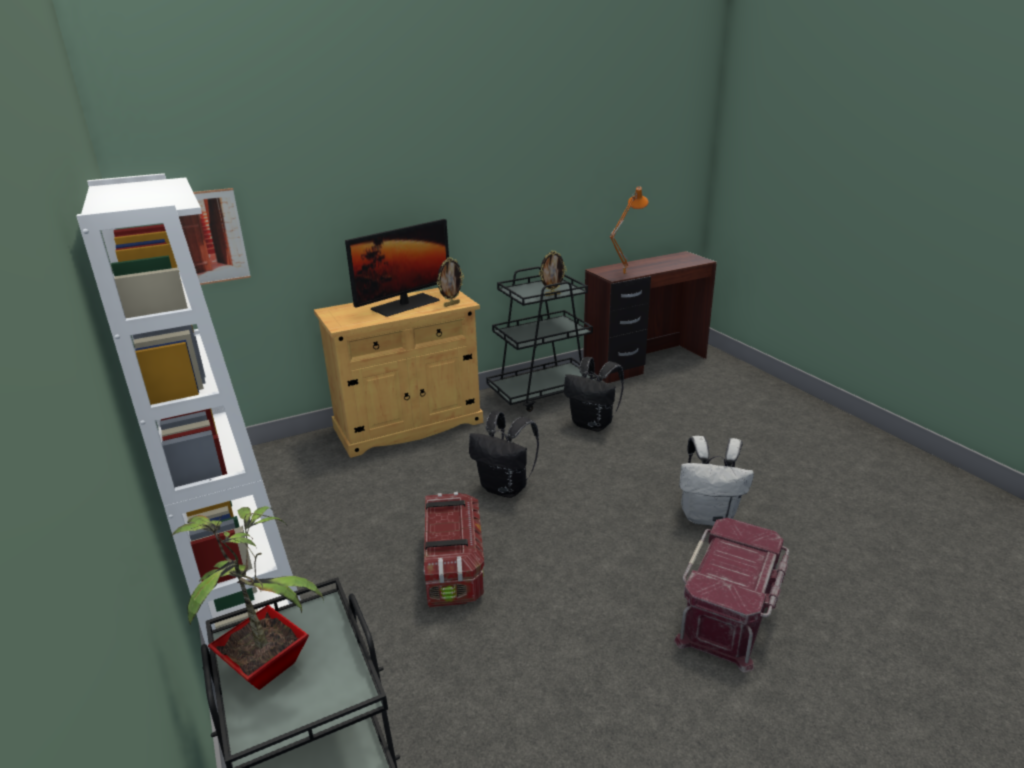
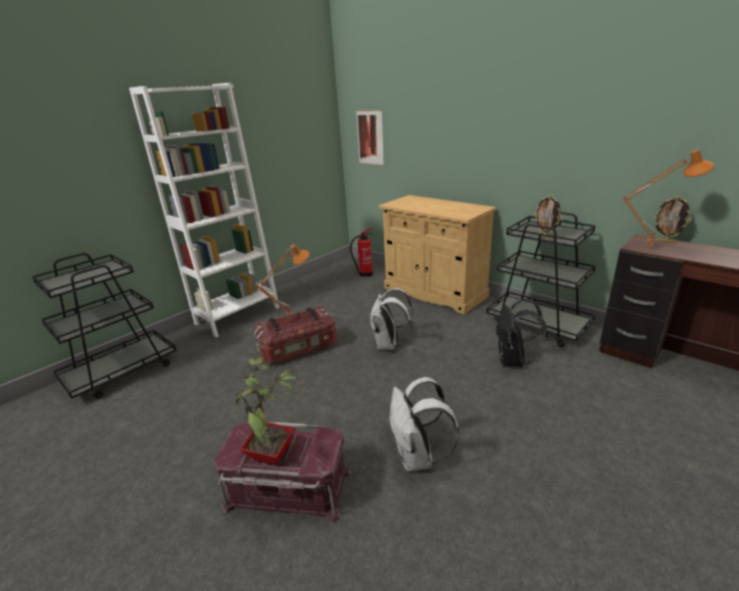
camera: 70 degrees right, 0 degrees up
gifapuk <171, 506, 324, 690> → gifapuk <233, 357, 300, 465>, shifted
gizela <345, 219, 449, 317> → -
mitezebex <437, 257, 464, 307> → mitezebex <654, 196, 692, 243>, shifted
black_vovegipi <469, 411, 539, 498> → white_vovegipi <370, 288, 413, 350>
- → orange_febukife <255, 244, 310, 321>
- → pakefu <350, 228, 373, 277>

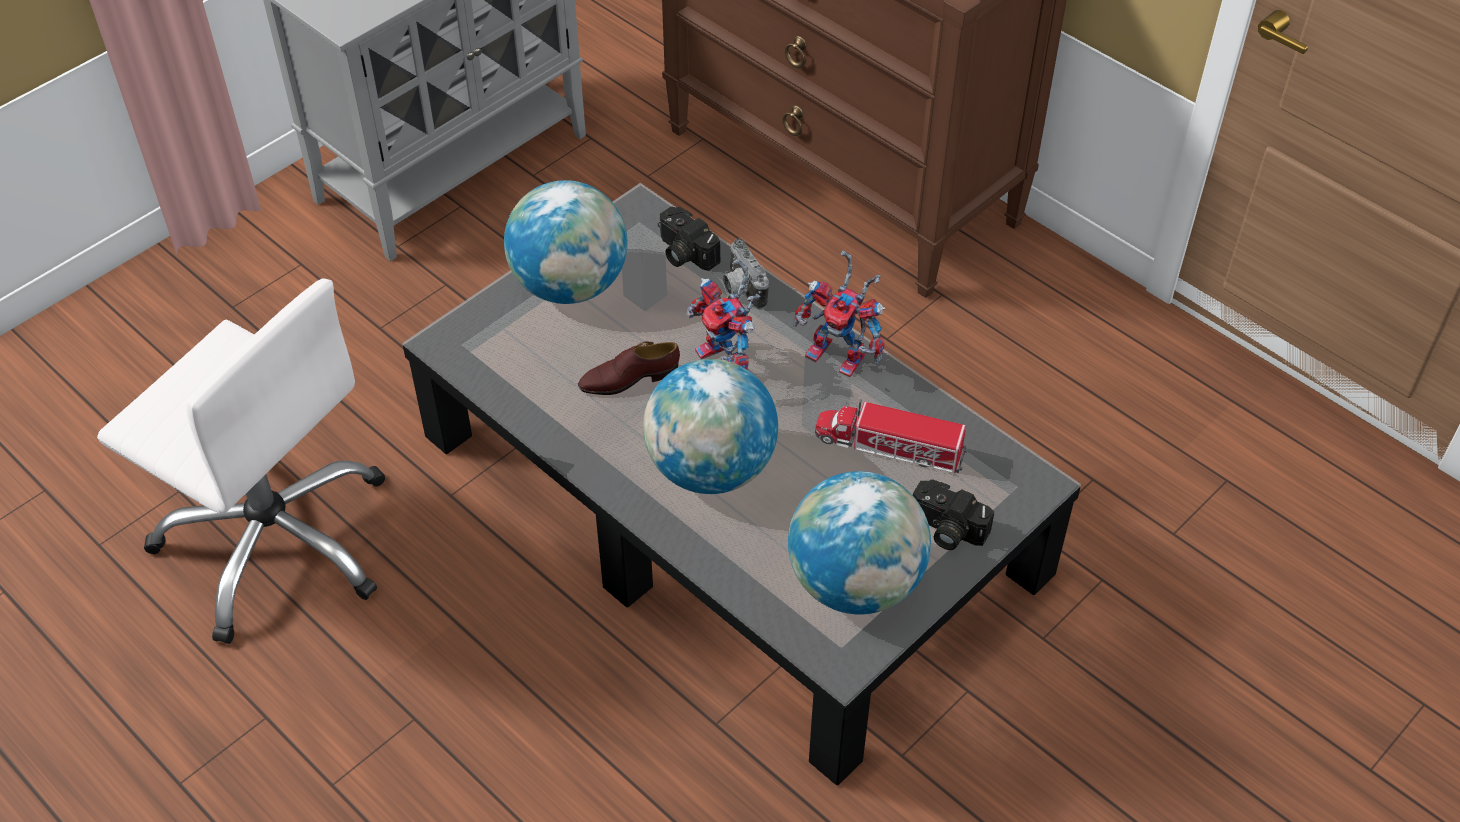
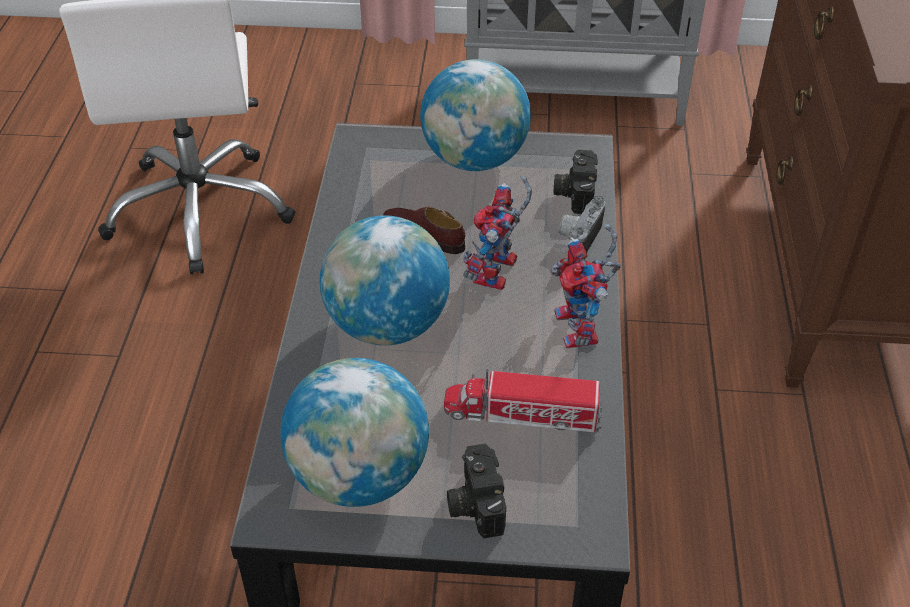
camera: 50 degrees right, 5 degrees down
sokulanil <815, 399, 968, 473> → sokulanil <444, 369, 603, 432>, 60 degrees counterclockwise

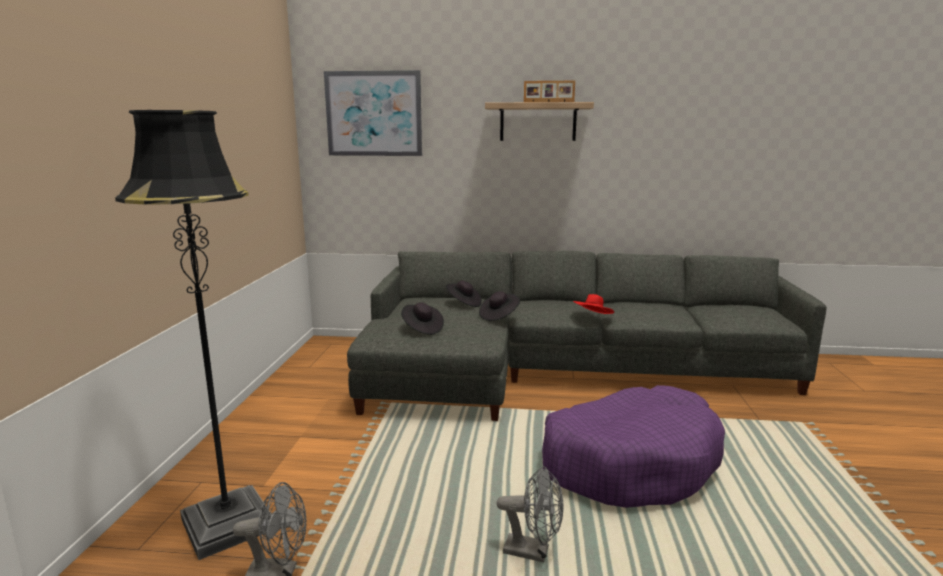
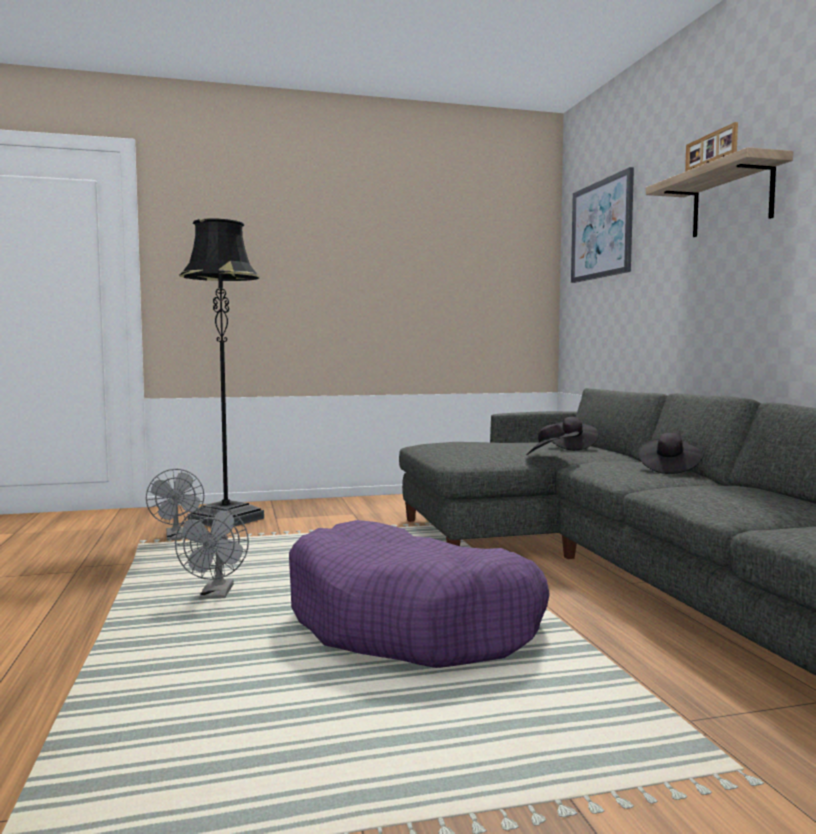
camera: 70 degrees right, 10 degrees down
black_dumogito <401, 302, 444, 335> → black_dumogito <638, 433, 704, 474>, shifted
red_dumogito <573, 294, 614, 314> → -

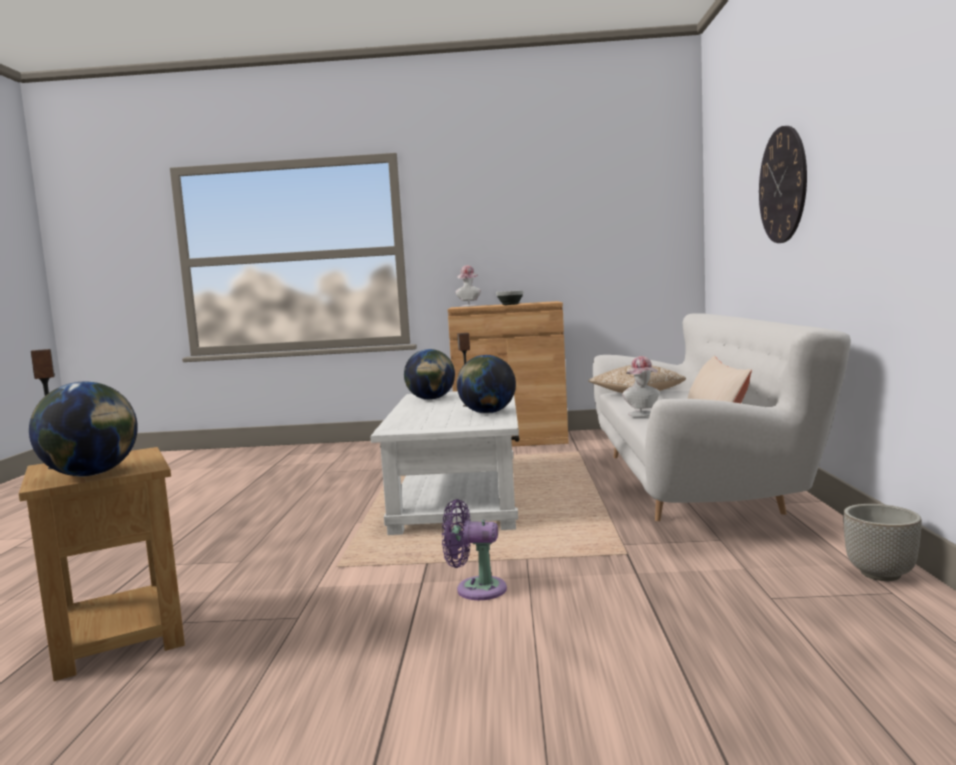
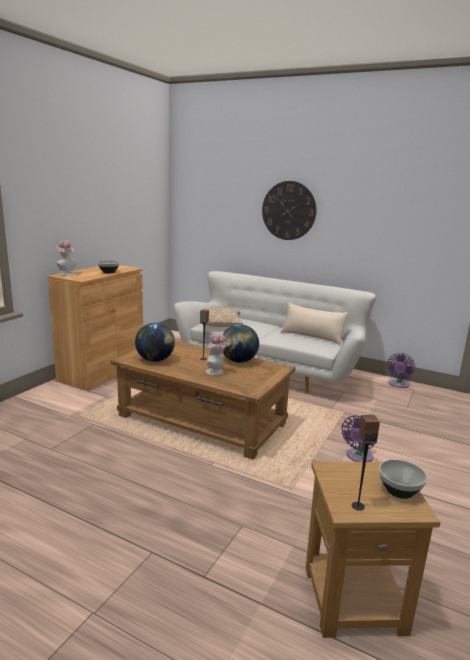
camera: 65 degrees left, 10 degrees up
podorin <29, 382, 138, 476> → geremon <379, 459, 427, 499>
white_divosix <370, 391, 519, 535> → brown_divosix <110, 340, 296, 460>
dumogito <622, 356, 660, 417> → dumogito <206, 334, 231, 376>, shifted
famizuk <843, 504, 922, 581> → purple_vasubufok <387, 353, 415, 388>

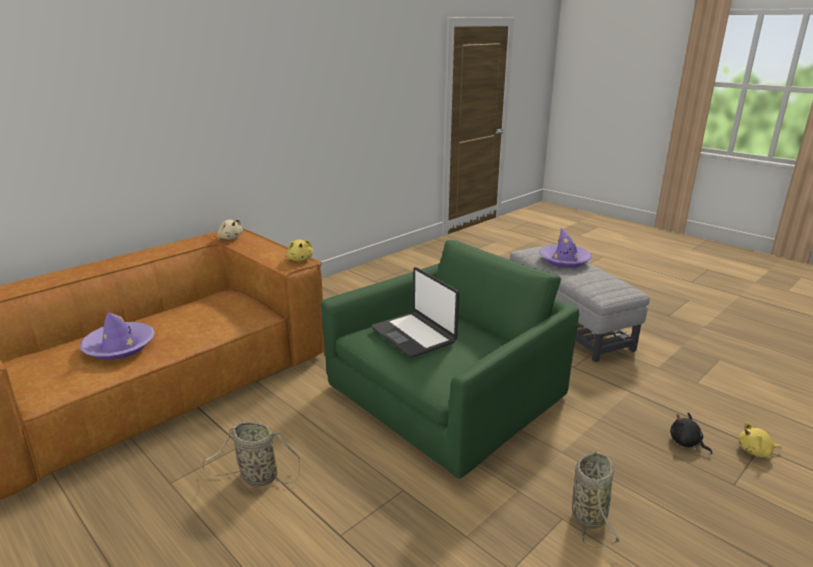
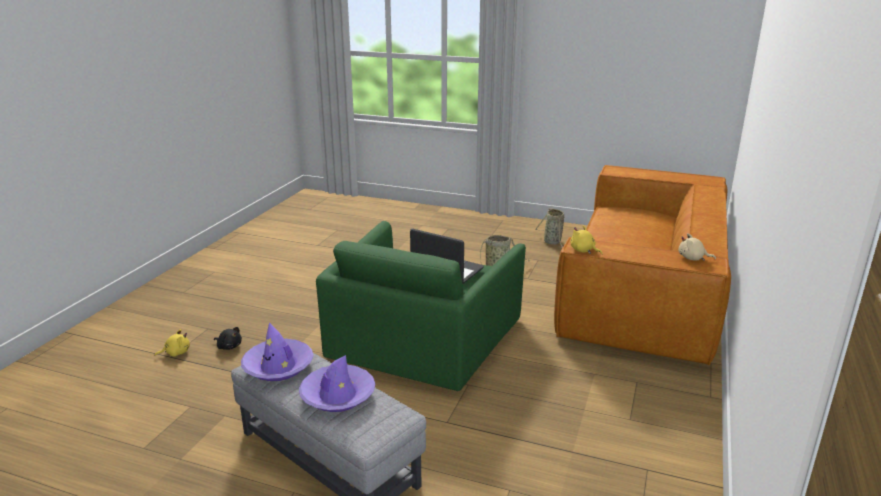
camera: 155 degrees right, 0 degrees up
purple_dumogito <80, 312, 155, 360> → purple_dumogito <241, 322, 313, 381>, shifted
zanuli <572, 451, 622, 547> → zanuli <535, 208, 564, 248>, shifted

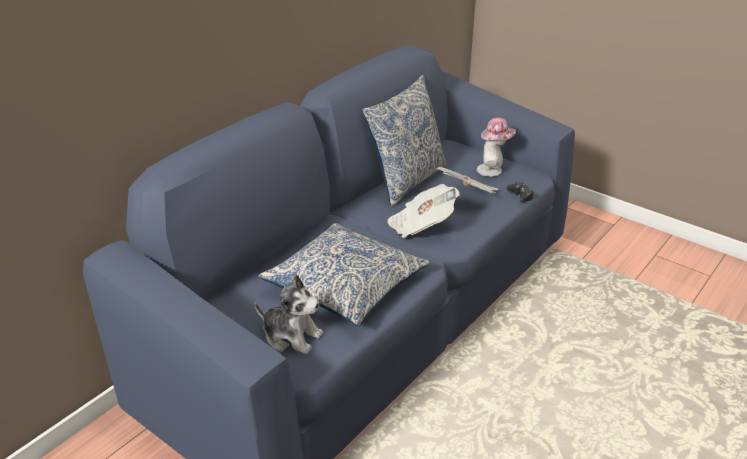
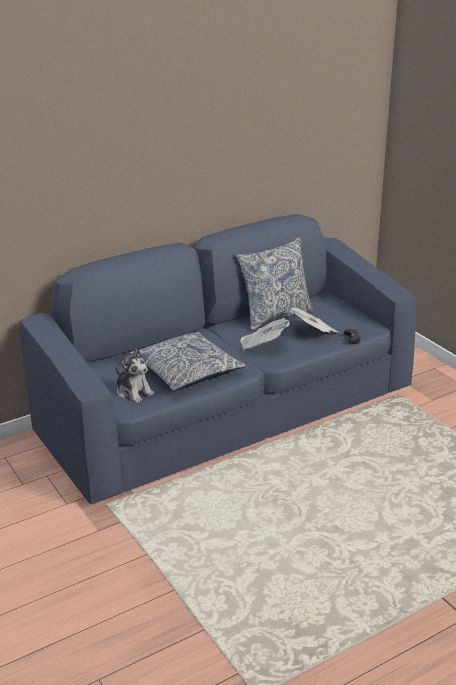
camera: 20 degrees right, 5 degrees down
dumogito <477, 118, 516, 177> → -

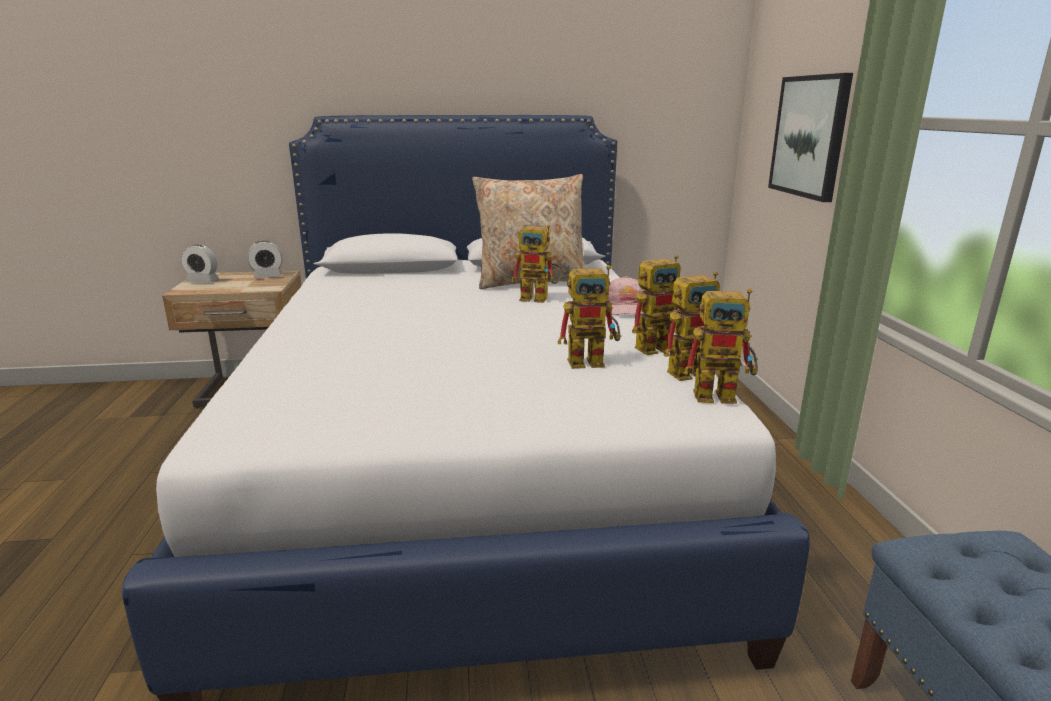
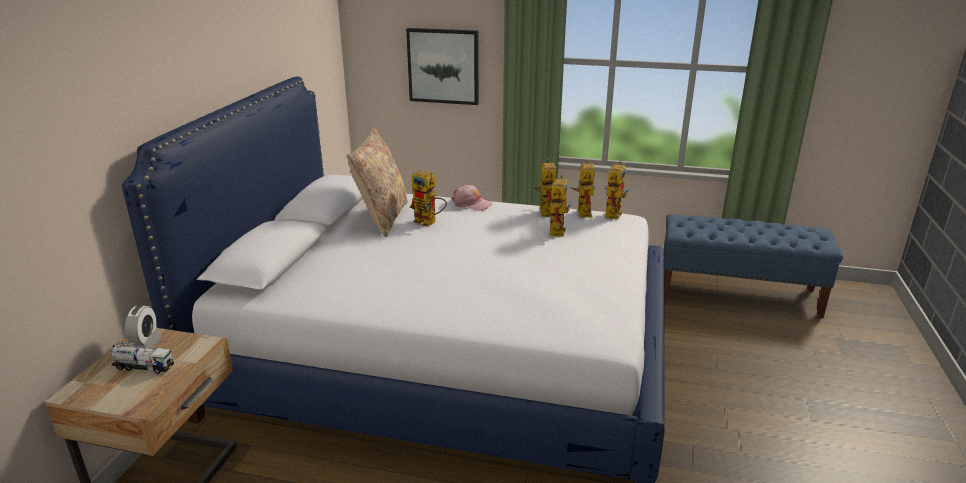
camera: 70 degrees left, 5 degrees up
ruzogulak <181, 244, 219, 283> → -
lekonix <511, 225, 563, 303> → lekonix <410, 170, 447, 227>, 90 degrees clockwise
- → sokulanil <111, 342, 174, 374>

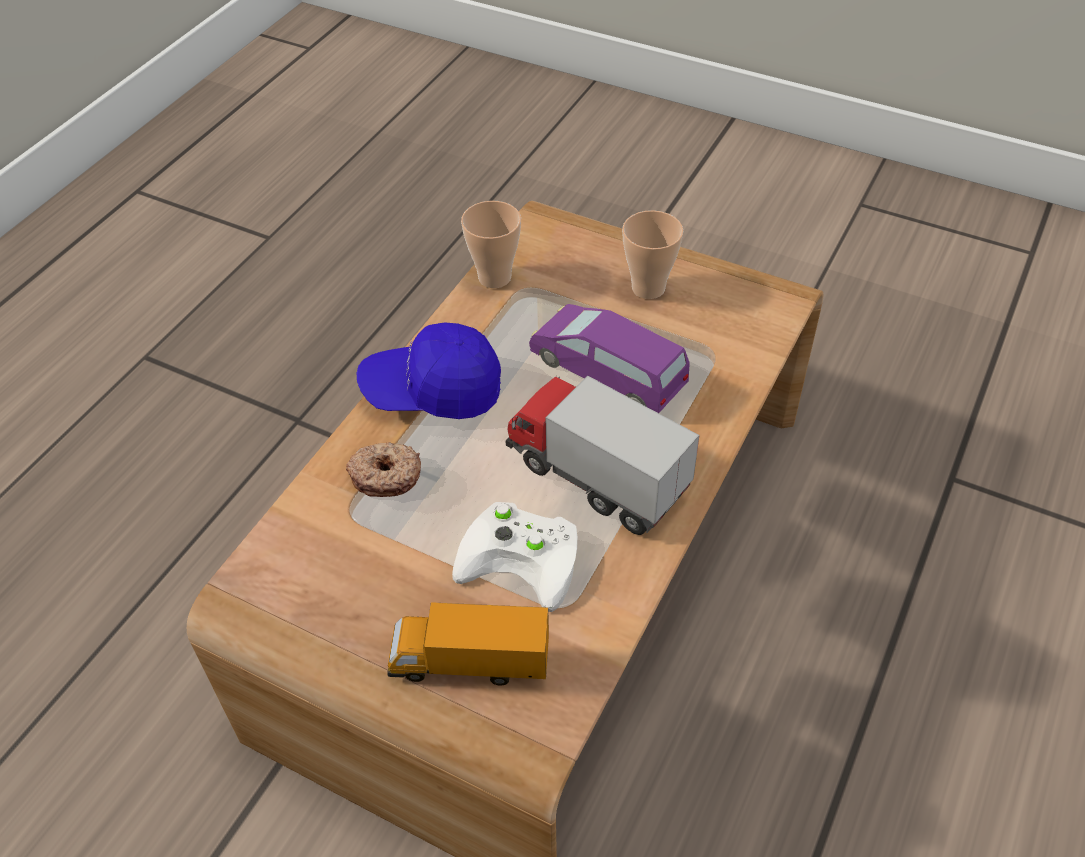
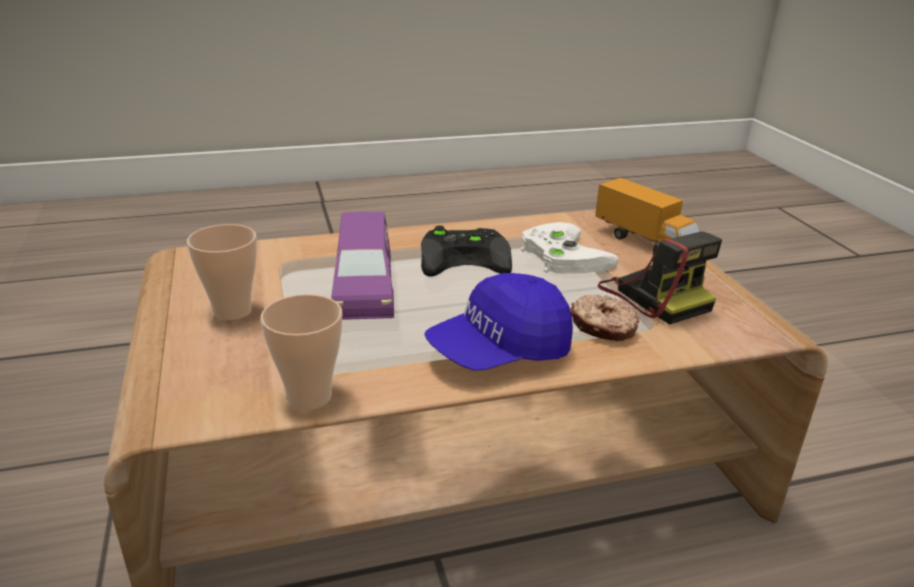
camera: 135 degrees left, 20 degrees down
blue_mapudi <357, 322, 501, 419> → blue_mapudi <424, 273, 573, 371>, 105 degrees clockwise
sokulanil <506, 375, 700, 535> → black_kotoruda <421, 225, 512, 277>
- → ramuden <598, 231, 722, 324>

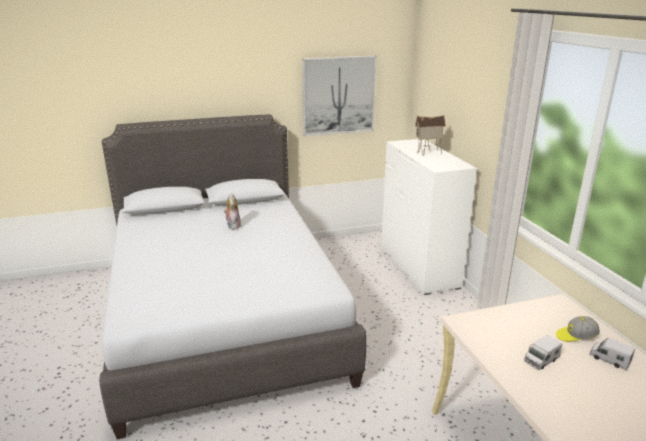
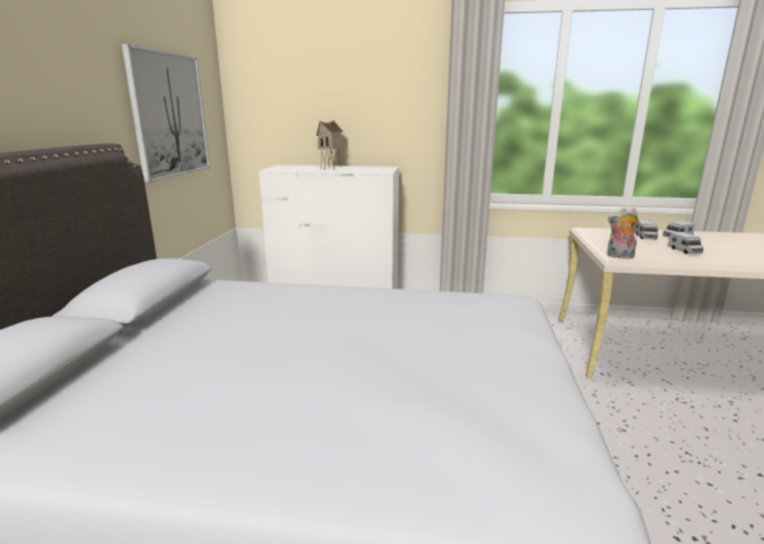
camera: 65 degrees left, 5 degrees down
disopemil <224, 193, 241, 230> → disopemil <607, 207, 639, 259>, shifted
mapudi <556, 316, 600, 342> → sokulanil <634, 220, 659, 240>

